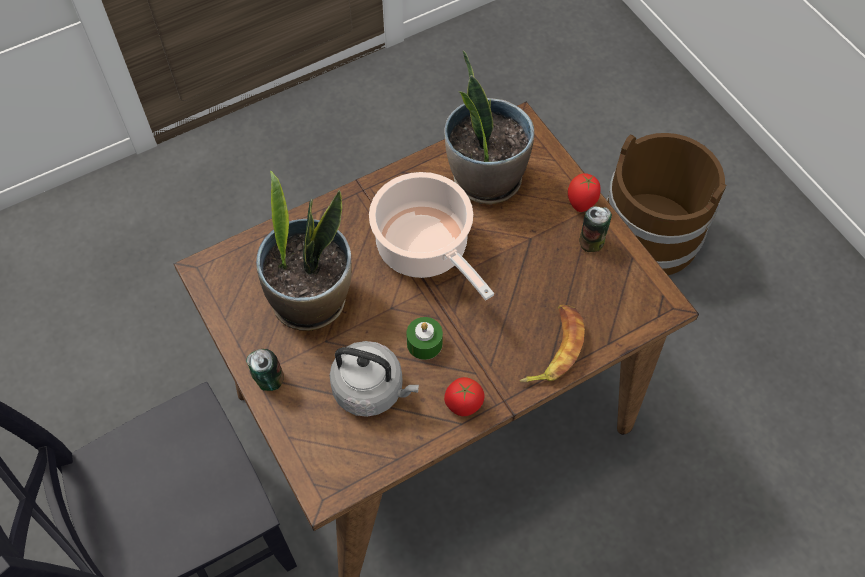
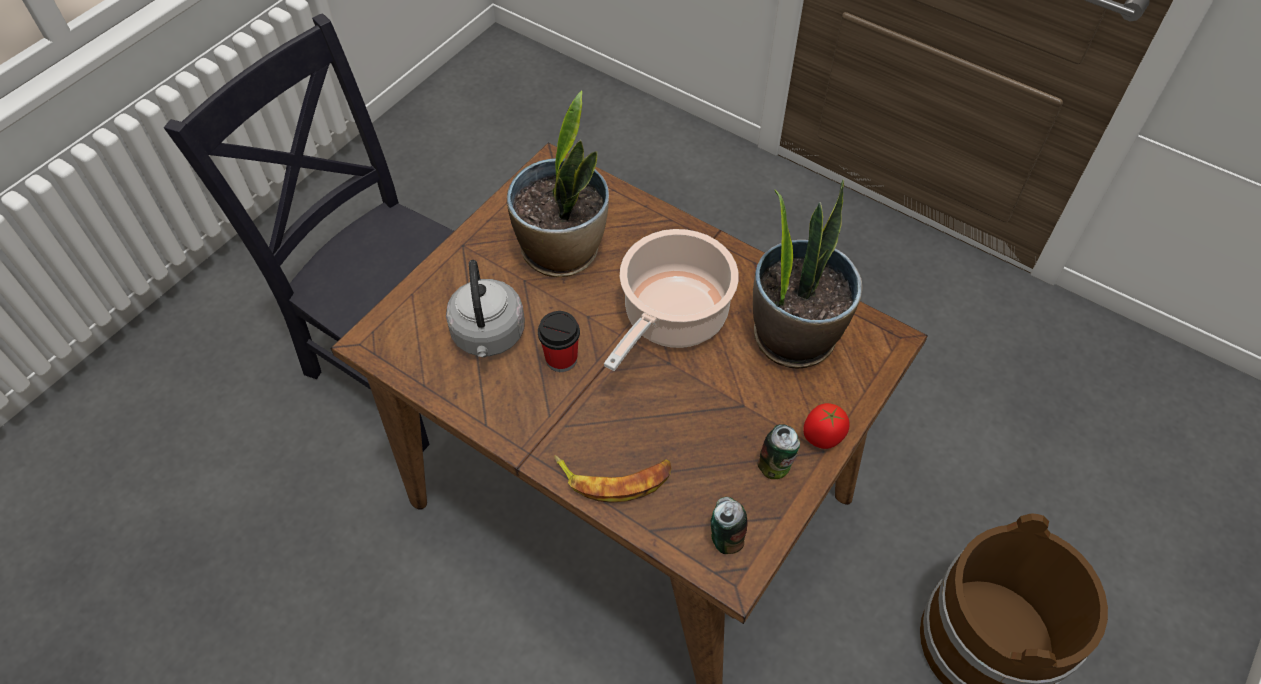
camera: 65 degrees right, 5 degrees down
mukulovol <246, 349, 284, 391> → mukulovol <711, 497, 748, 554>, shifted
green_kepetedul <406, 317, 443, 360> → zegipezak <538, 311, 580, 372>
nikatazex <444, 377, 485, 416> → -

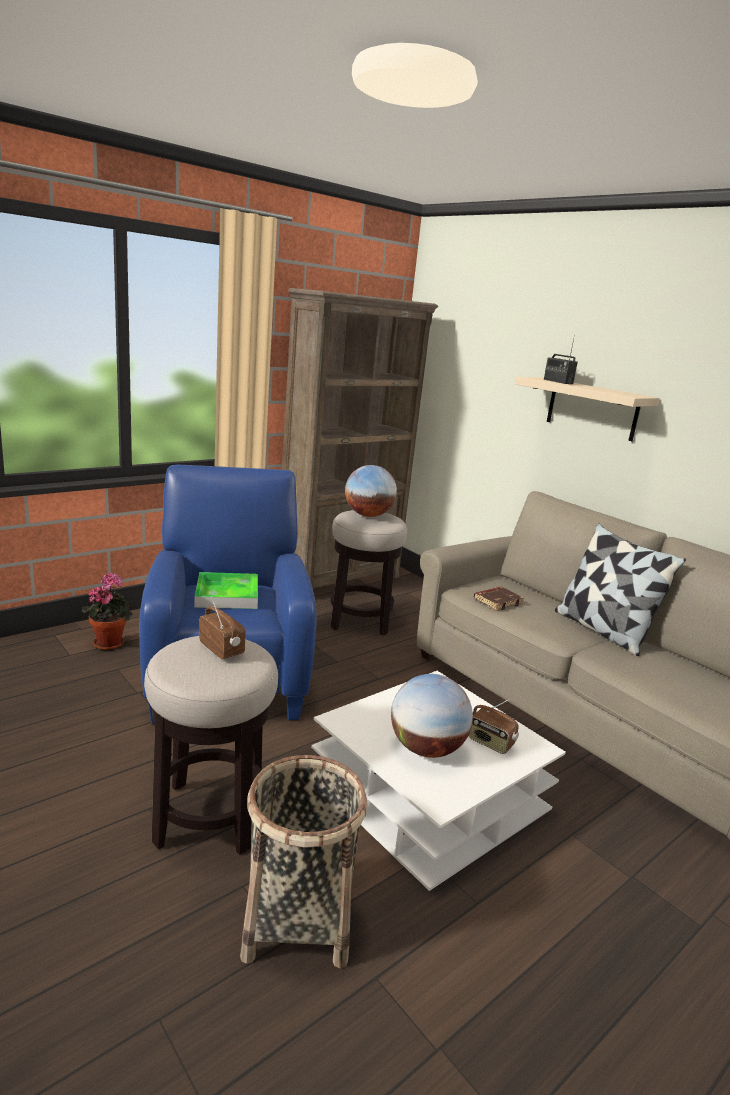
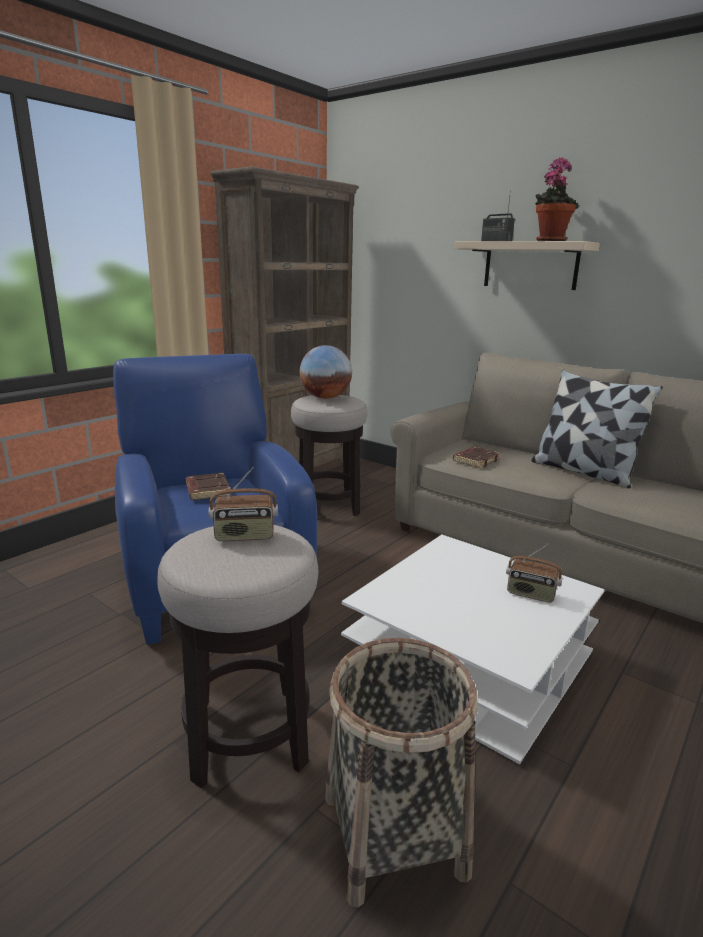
camera: 10 degrees left, 0 degrees up
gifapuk <82, 573, 133, 650> → gifapuk <535, 157, 579, 241>, shifted
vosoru <194, 572, 258, 609> → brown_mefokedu <186, 473, 231, 500>
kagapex <199, 595, 246, 659> → kagapex <209, 467, 278, 541>, 135 degrees clockwise
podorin <391, 674, 473, 758> → -

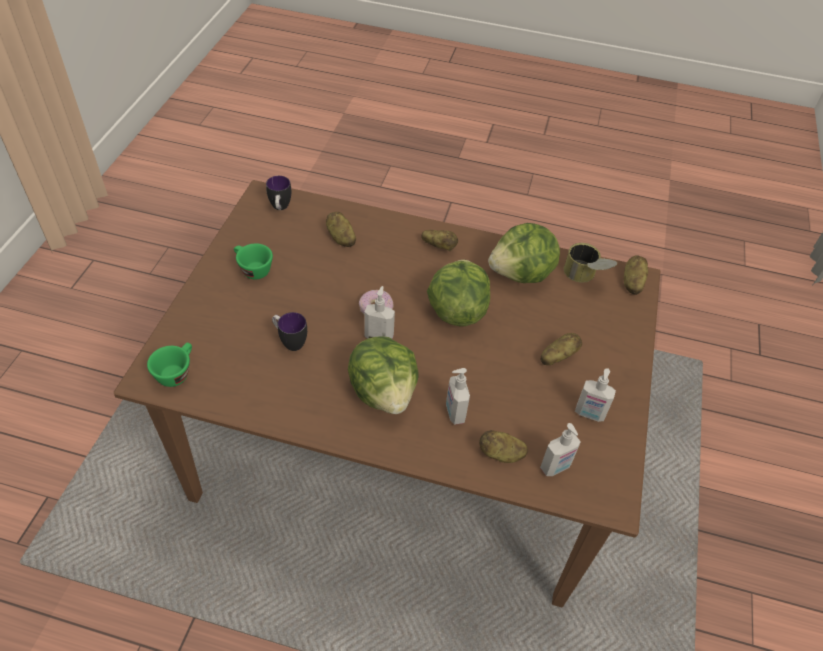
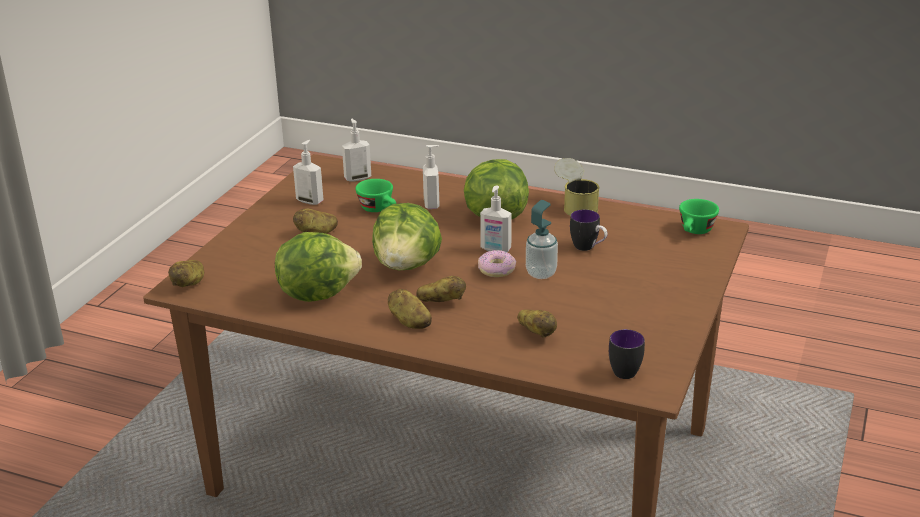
camera: 170 degrees left, 20 degrees down
green_zegipezak <234, 243, 273, 280> → green_zegipezak <356, 179, 396, 212>, shifted
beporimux <479, 430, 528, 463> → beporimux <416, 276, 466, 302>, shifted
mukulovol <564, 243, 617, 283> → mukulovol <554, 158, 599, 216>, shifted
- → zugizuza <526, 200, 558, 279>

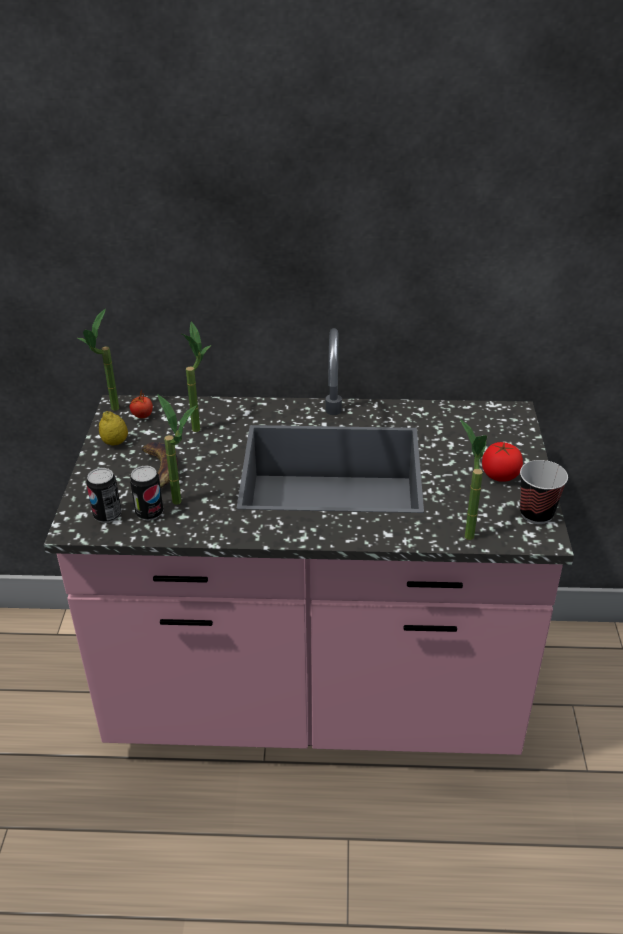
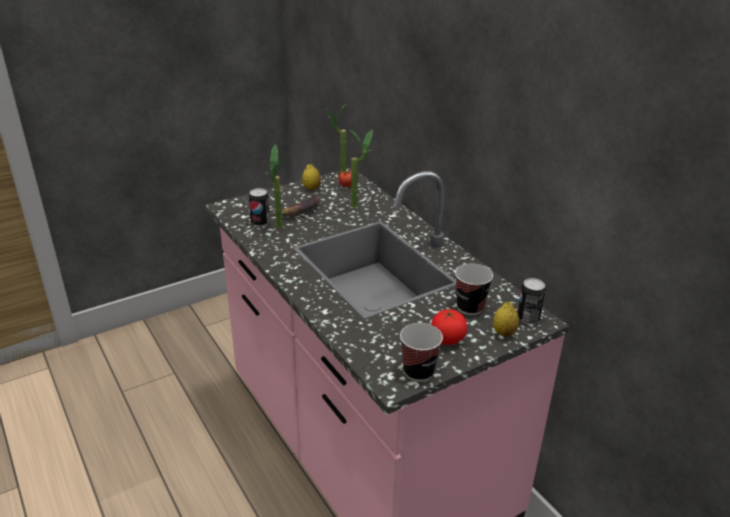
camera: 55 degrees right, 5 degrees down
mukulovol <86, 468, 121, 523> → mukulovol <517, 278, 546, 324>, shifted
gifapuk <460, 419, 487, 540> → -
- → zegipezak <455, 263, 493, 315>
- → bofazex <493, 302, 519, 337>

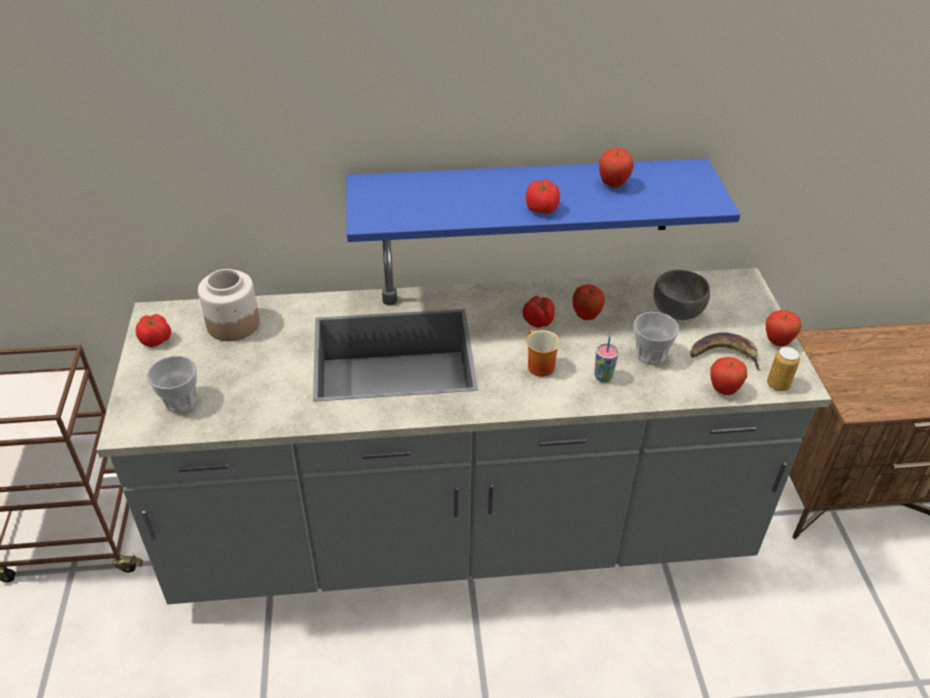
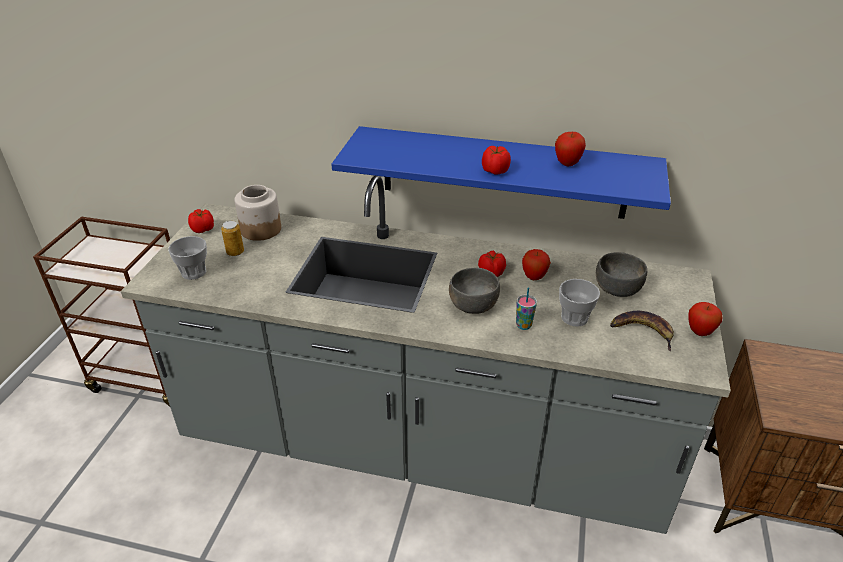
camera: 20 degrees right, 5 degrees down
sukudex <526, 330, 560, 377> → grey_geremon <449, 268, 500, 314>
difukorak <710, 357, 747, 395> → -
mukulovol <767, 347, 800, 391> → mukulovol <221, 221, 244, 256>, shifted

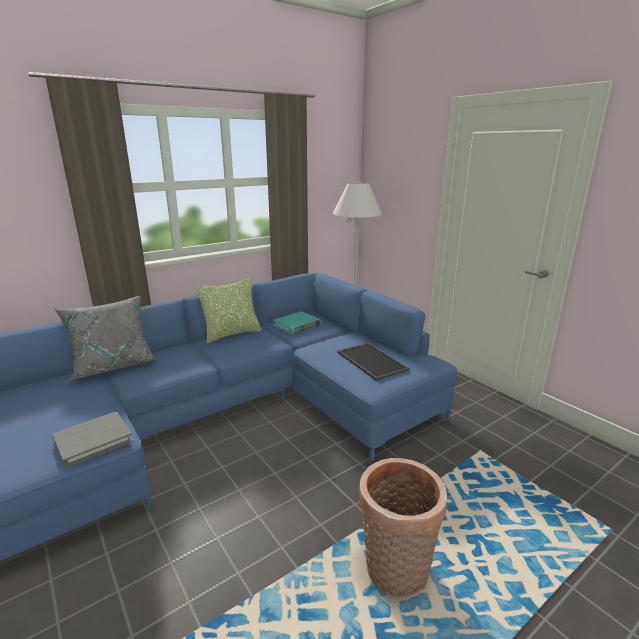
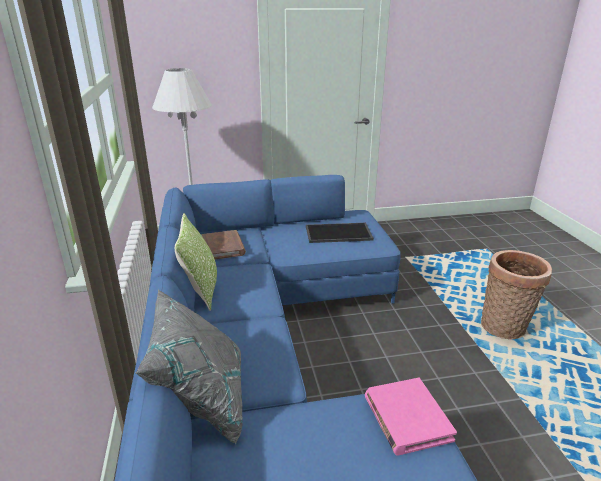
camera: 65 degrees left, 5 degrees up
grey_mefokedu <52, 412, 133, 468> → pink_mefokedu <365, 378, 457, 456>
turquoise_mefokedu <273, 311, 321, 334> → brown_mefokedu <201, 230, 246, 260>

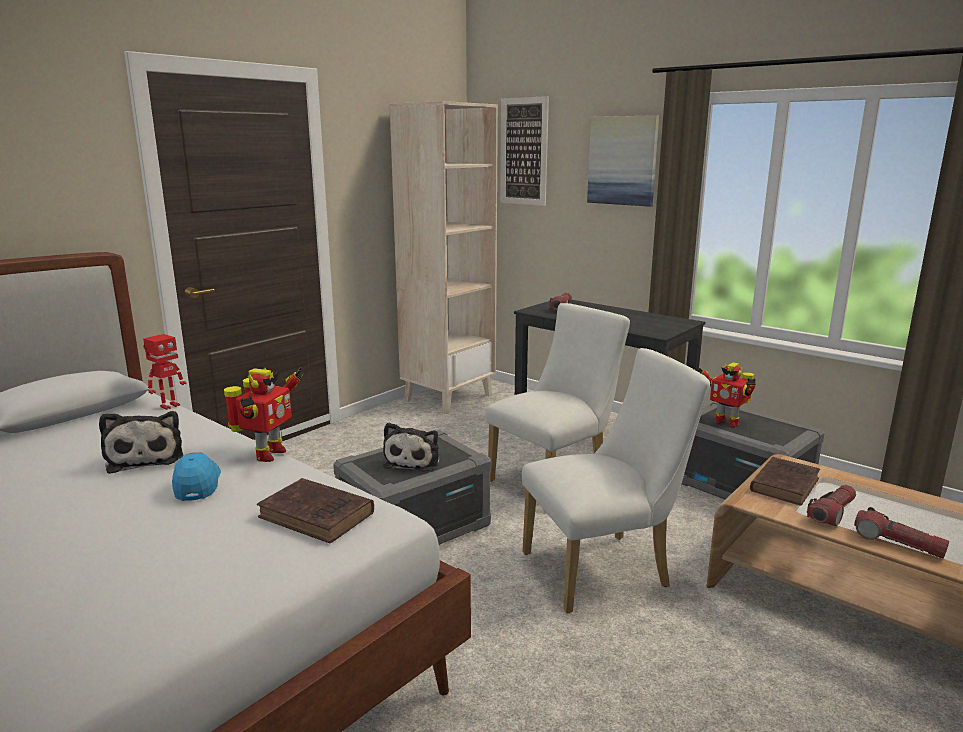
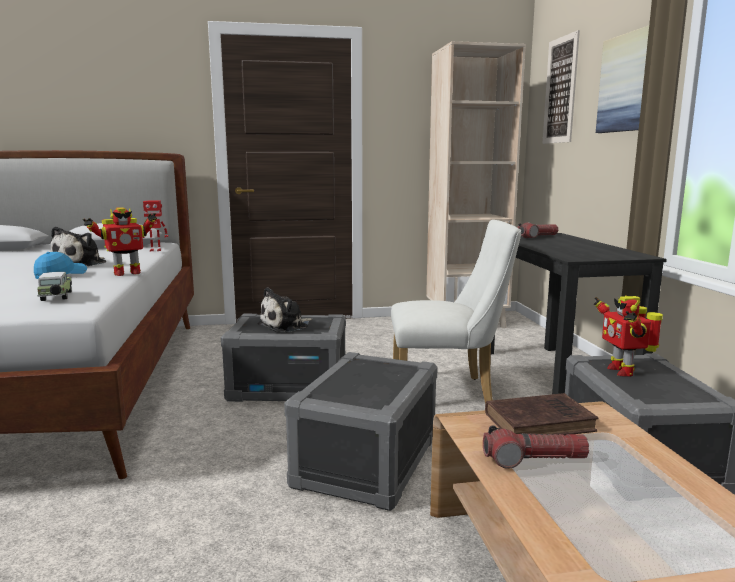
camera: 40 degrees right, 5 degrees down
brown_mefokedu <257, 478, 374, 543> → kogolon <37, 272, 72, 301>
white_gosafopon <522, 348, 710, 613> → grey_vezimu <284, 352, 438, 511>
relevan <854, 507, 949, 559> → -

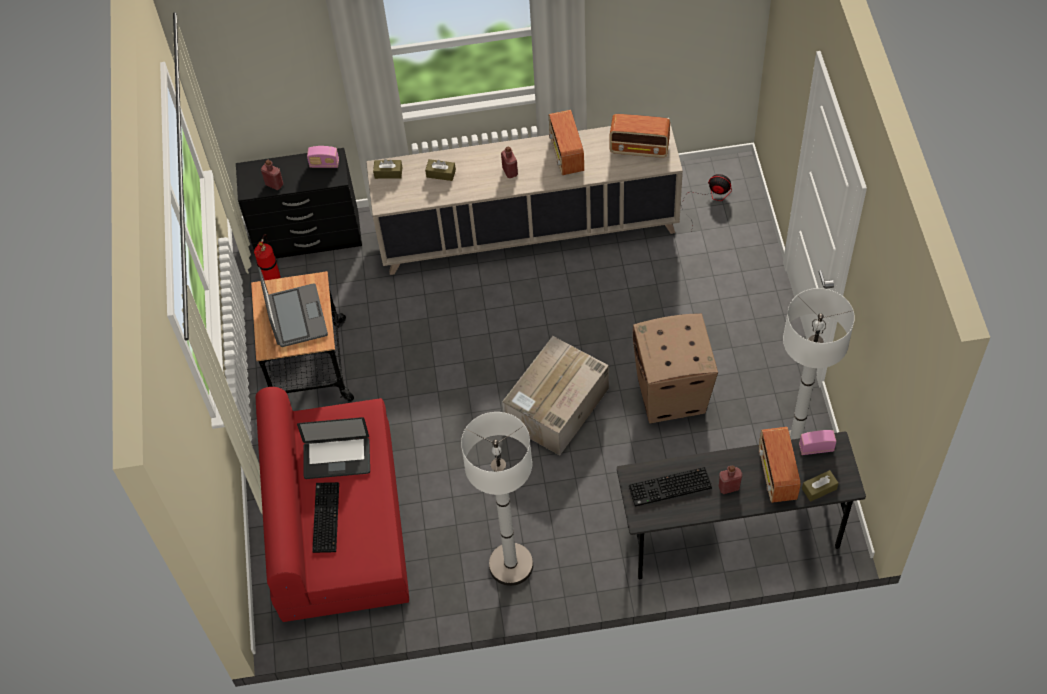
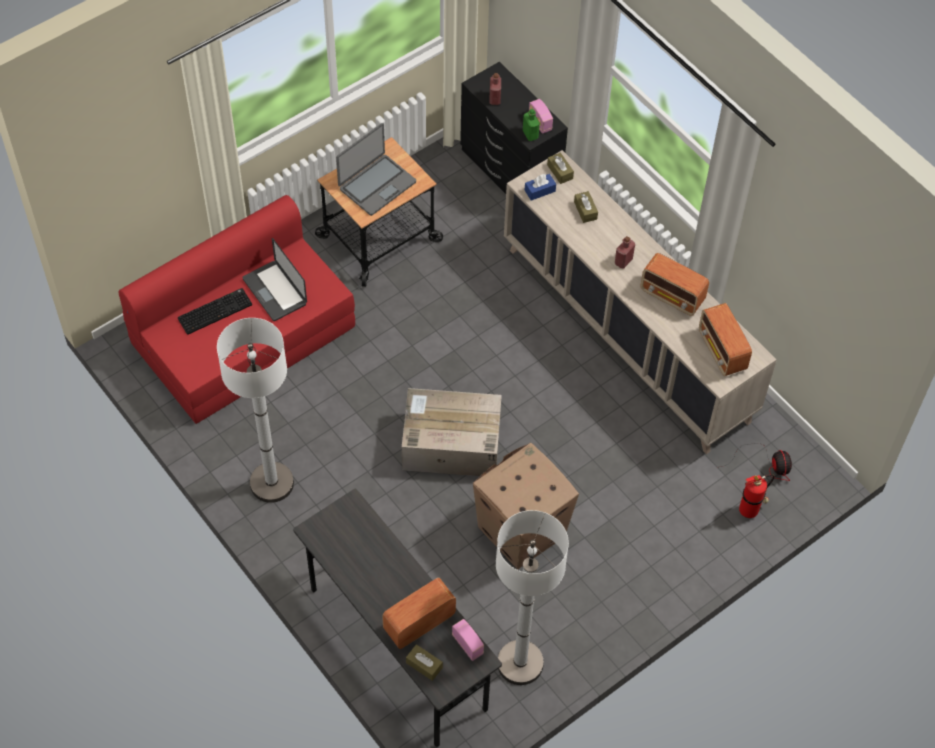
camera: 55 degrees right, 0 degrees up
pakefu <254, 234, 280, 280> → pakefu <739, 474, 775, 518>, shifted
kagapex <549, 110, 584, 175> → kagapex <640, 253, 709, 316>, 105 degrees counterclockwise
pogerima <629, 467, 712, 507> → -
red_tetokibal <719, 466, 742, 494> → -
- → green_tetokibal <523, 109, 540, 141>
- → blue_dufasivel <525, 174, 556, 201>

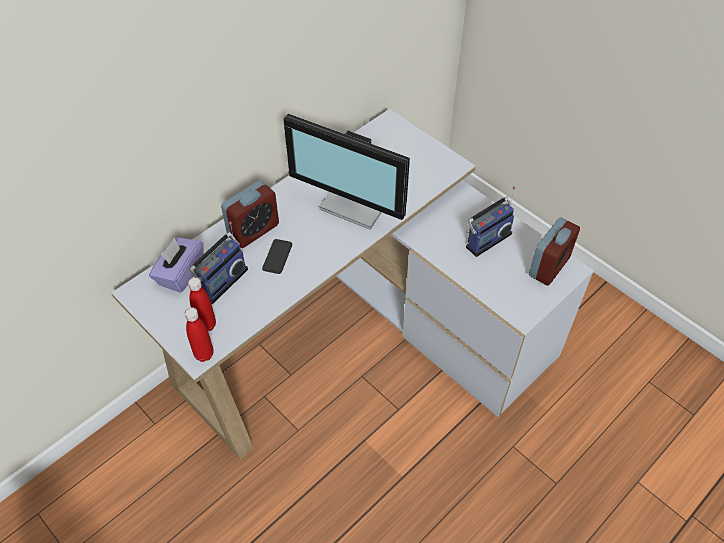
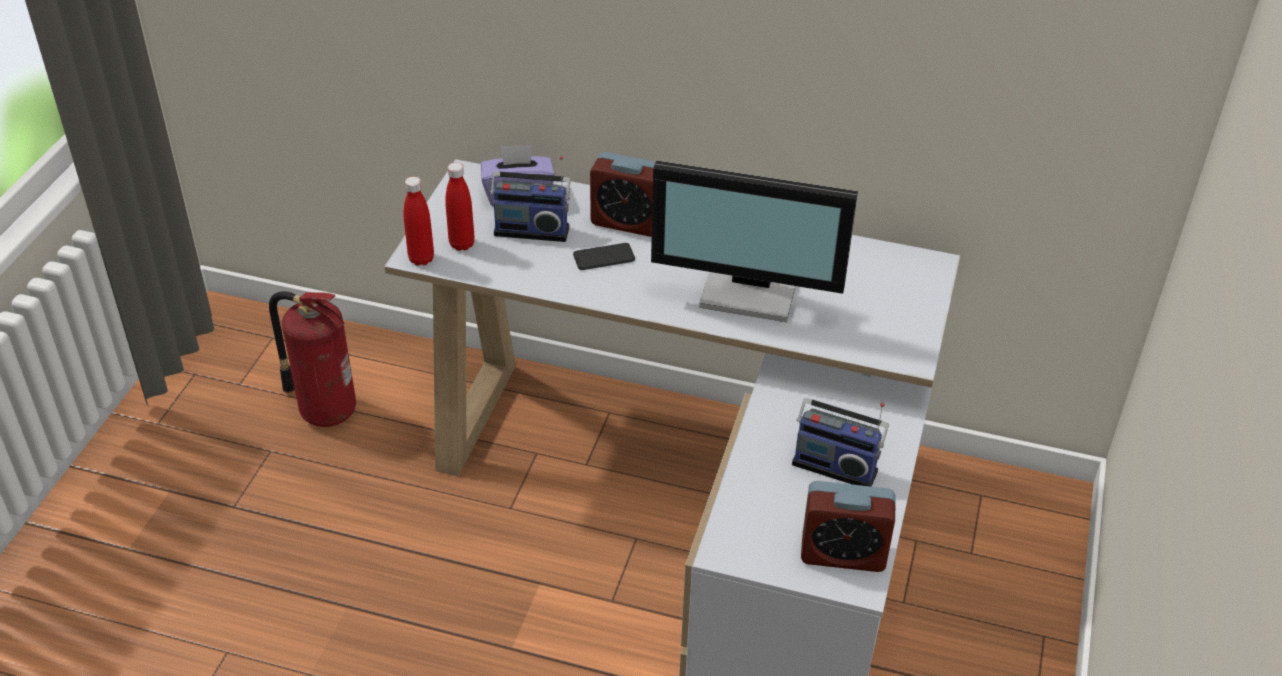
camera: 60 degrees right, 10 degrees down
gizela <283, 114, 410, 230> → gizela <651, 160, 858, 322>, 75 degrees counterclockwise
- → pakefu <269, 291, 356, 427>

